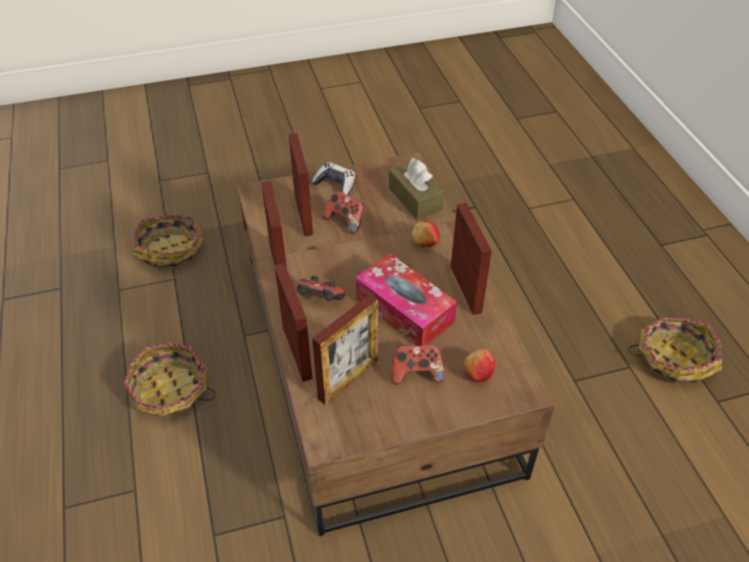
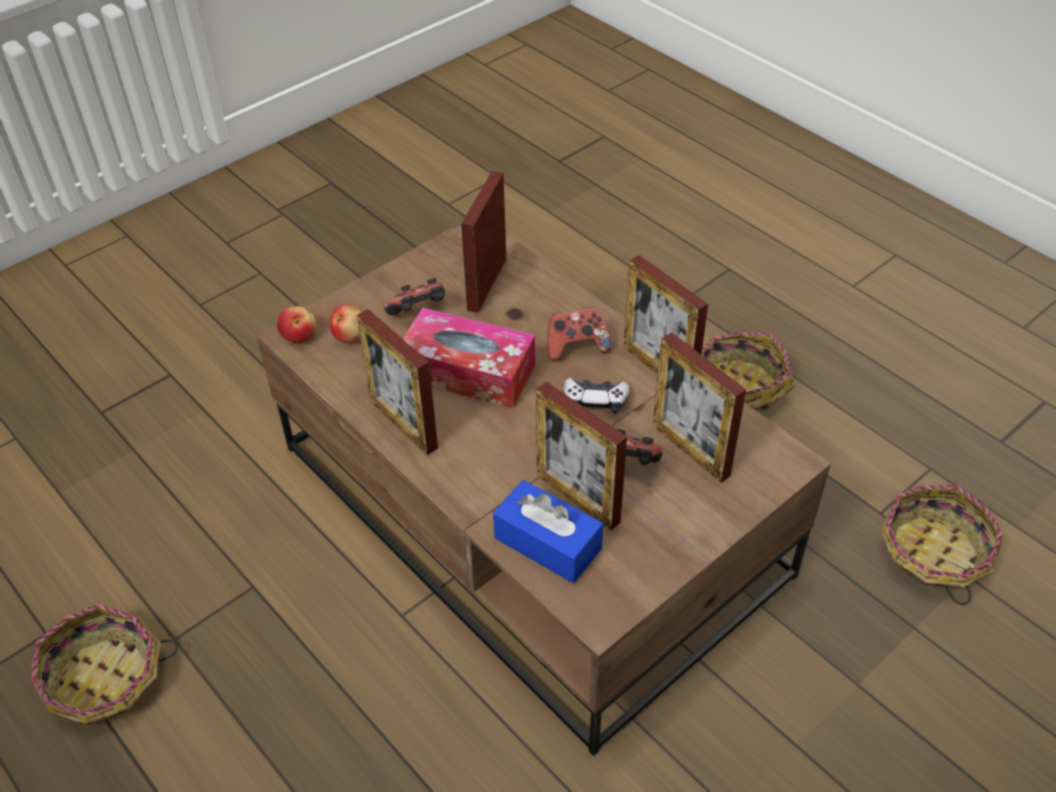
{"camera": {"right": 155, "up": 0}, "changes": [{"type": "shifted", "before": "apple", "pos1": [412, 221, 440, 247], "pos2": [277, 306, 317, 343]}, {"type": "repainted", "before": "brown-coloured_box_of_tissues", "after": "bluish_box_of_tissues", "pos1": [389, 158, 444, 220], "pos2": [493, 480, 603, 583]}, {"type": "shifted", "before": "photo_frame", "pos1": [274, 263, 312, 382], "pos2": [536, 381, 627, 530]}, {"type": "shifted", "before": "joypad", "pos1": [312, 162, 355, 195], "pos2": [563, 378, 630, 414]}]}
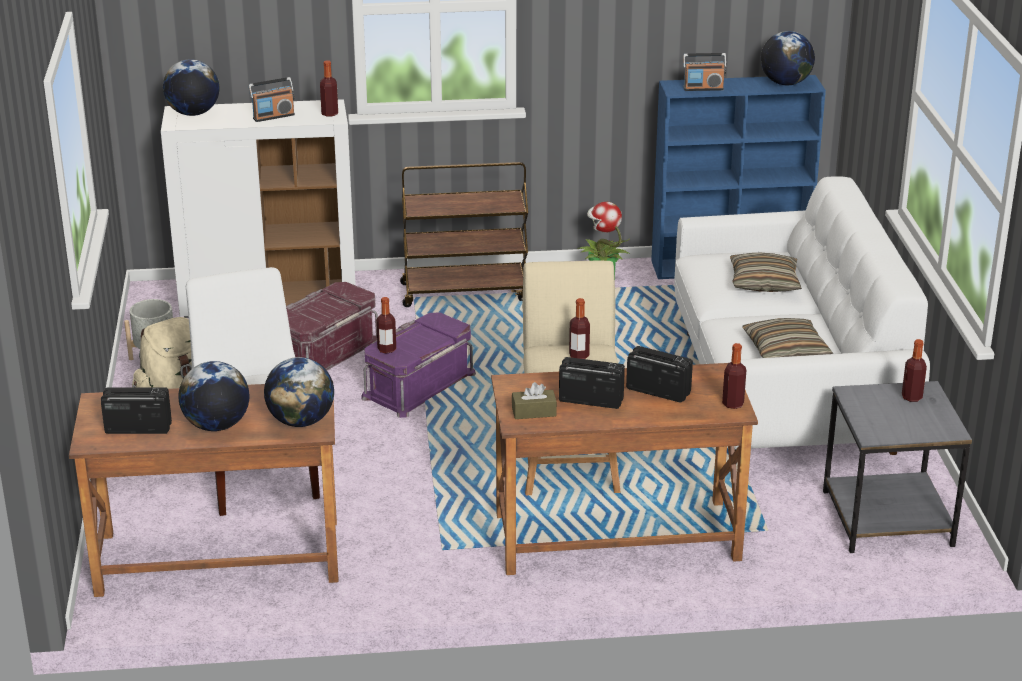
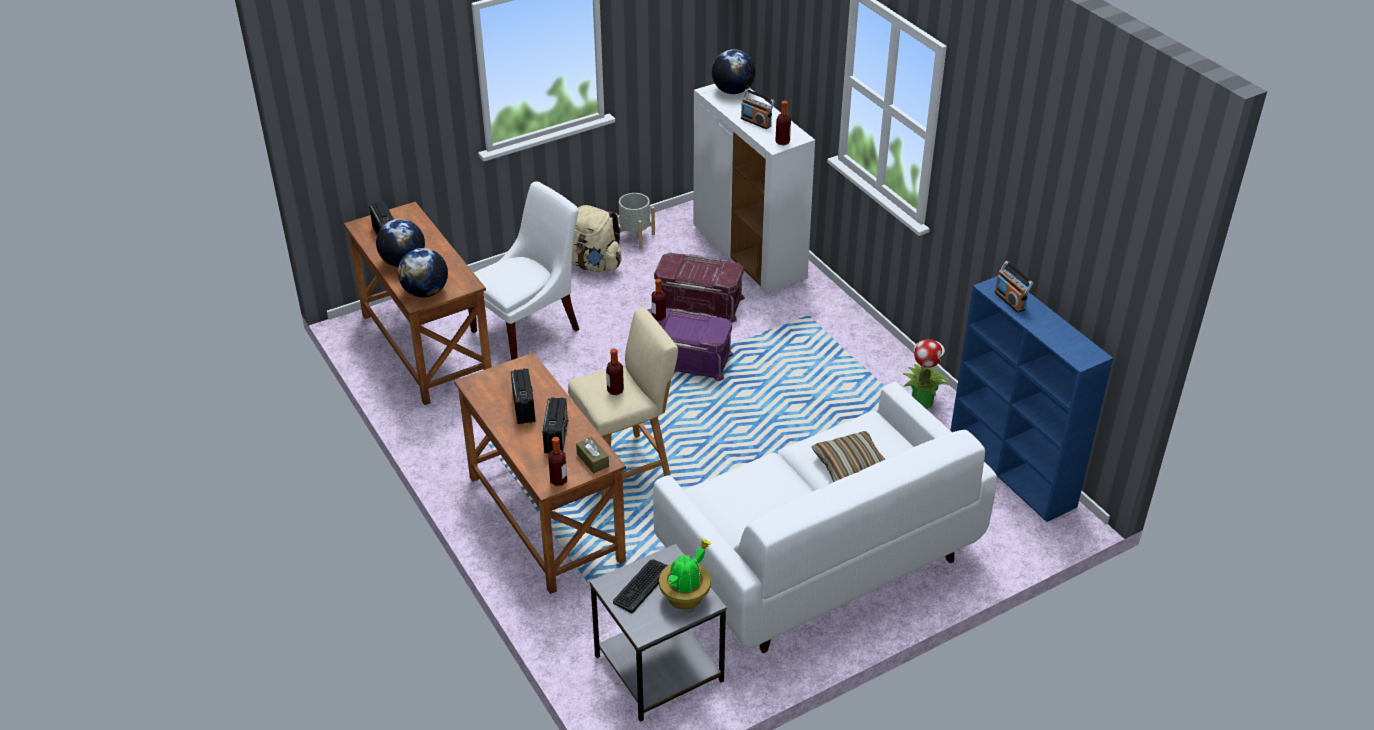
{"camera": {"right": 65, "up": 10}, "changes": [{"type": "shifted", "before": "brown-coloured_box_of_tissues", "pos1": [512, 382, 557, 419], "pos2": [576, 437, 609, 473]}, {"type": "new", "after": "computer_keyboard", "pos2": [613, 560, 668, 613]}, {"type": "swapped", "before": "drink_bottle", "after": "plant_in_a_pot", "pos1": [902, 339, 927, 402], "pos2": [659, 539, 712, 609]}, {"type": "gone", "before": "brown-coloured_trolley", "pos1": [400, 162, 528, 307]}, {"type": "gone", "before": "pillow", "pos1": [742, 318, 833, 358]}, {"type": "gone", "before": "globe", "pos1": [761, 31, 815, 85]}]}
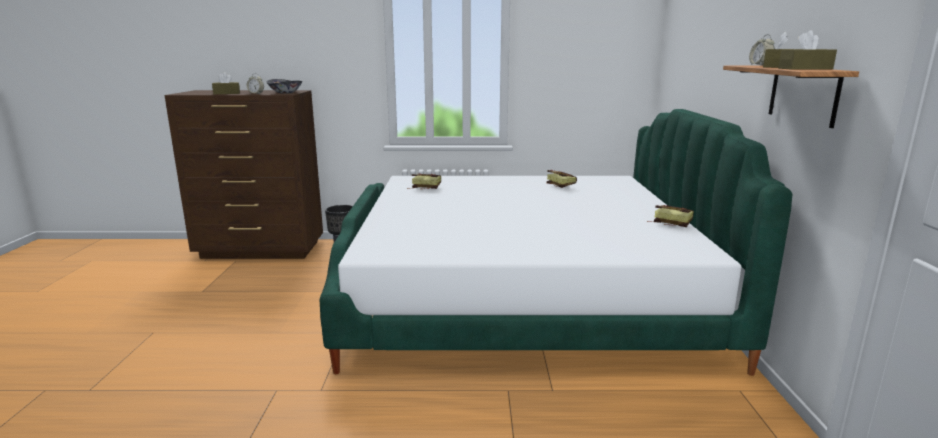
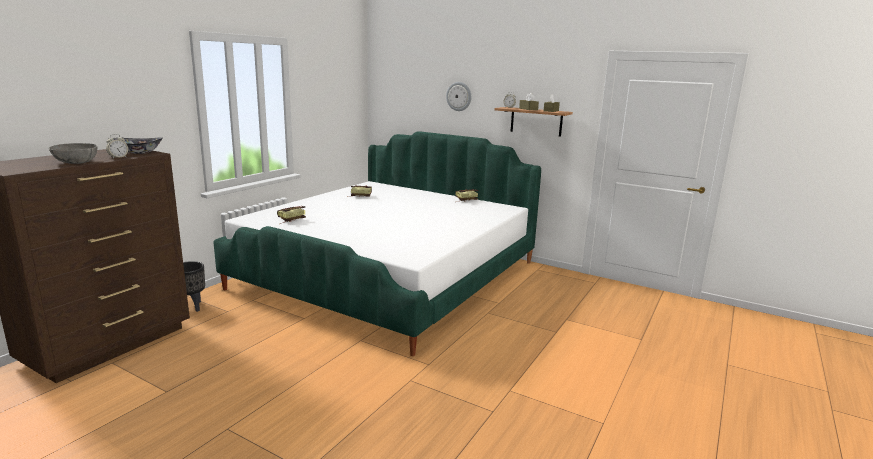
{"camera": {"right": -60, "up": 0}, "changes": [{"type": "swapped", "before": "brown-coloured_box_of_tissues", "after": "gray_serving_bowl", "pos1": [212, 72, 240, 94], "pos2": [49, 143, 98, 164]}, {"type": "new", "after": "wall_clock", "pos2": [446, 82, 471, 111]}]}
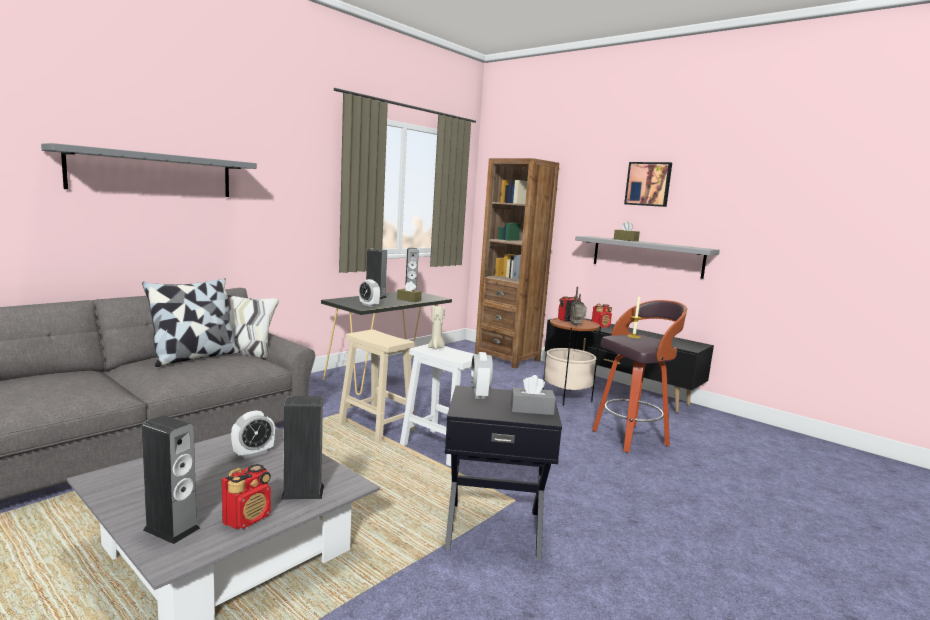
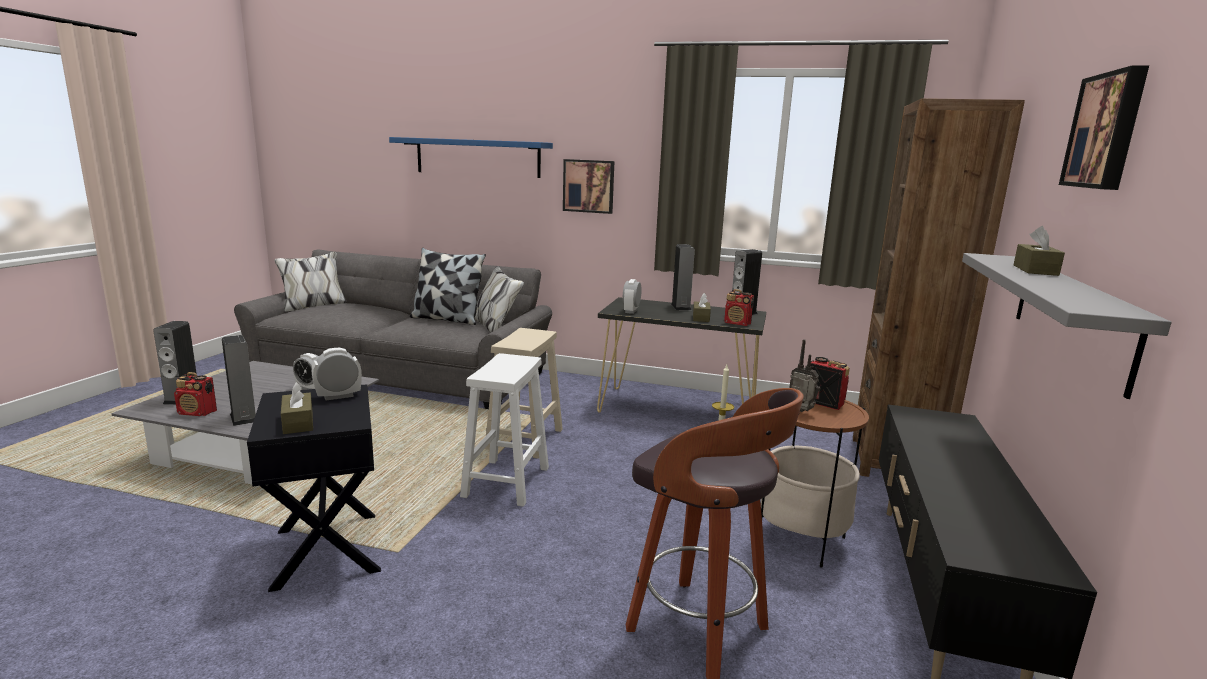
{"camera": {"right": 65, "up": 5}, "changes": [{"type": "repainted", "before": "gray_box_of_tissues", "after": "brown-coloured_box_of_tissues", "pos1": [511, 375, 556, 415], "pos2": [281, 382, 313, 434]}, {"type": "repainted", "before": "gray_shelf", "after": "bluish_shelf", "pos1": [41, 143, 257, 197], "pos2": [389, 137, 553, 178]}, {"type": "new", "after": "wall_art", "pos2": [563, 159, 614, 214]}, {"type": "shifted", "before": "radio", "pos1": [592, 304, 612, 328], "pos2": [724, 289, 754, 326]}, {"type": "gone", "before": "sand-coloured_wax_light", "pos1": [428, 303, 445, 349]}]}
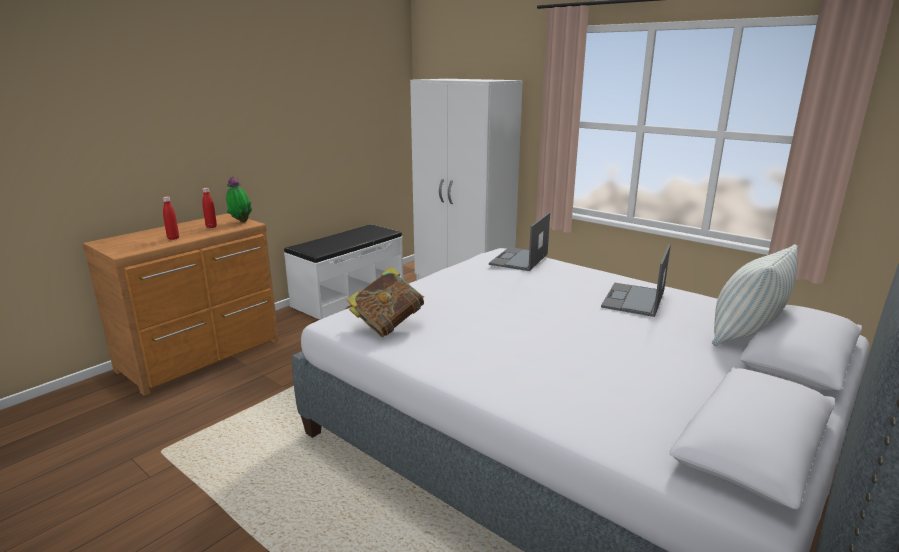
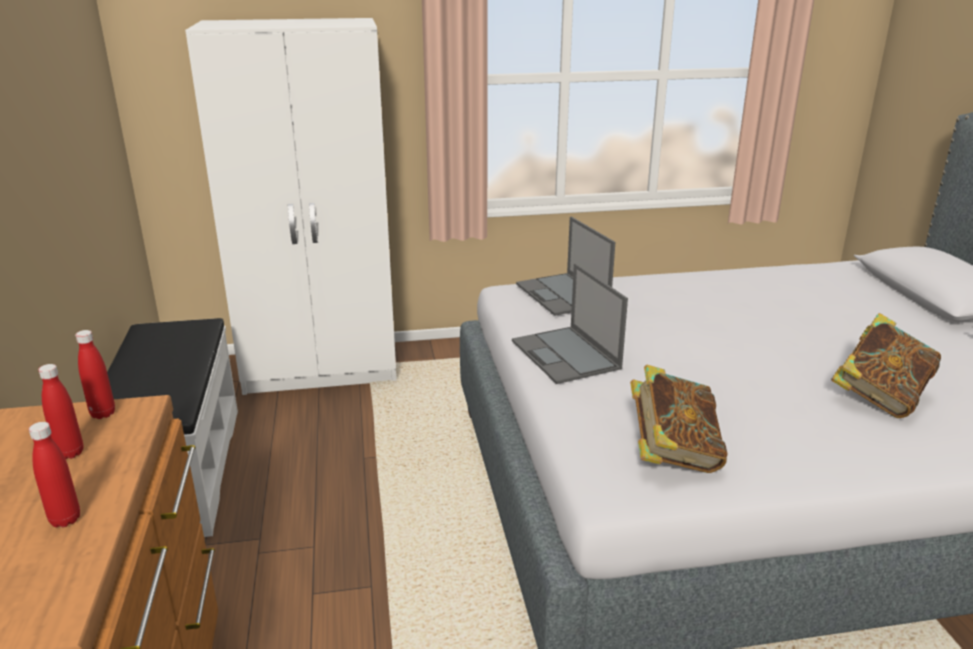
{"camera": {"right": -50, "up": 5}, "changes": [{"type": "swapped", "before": "plant_in_a_pot", "after": "red-coloured_drink_bottle", "pos1": [226, 177, 252, 222], "pos2": [75, 330, 115, 419]}, {"type": "shifted", "before": "notebook_computer", "pos1": [601, 244, 671, 317], "pos2": [512, 263, 628, 384]}, {"type": "new", "after": "book", "pos2": [831, 313, 941, 418]}, {"type": "gone", "before": "pillow", "pos1": [712, 244, 798, 346]}]}
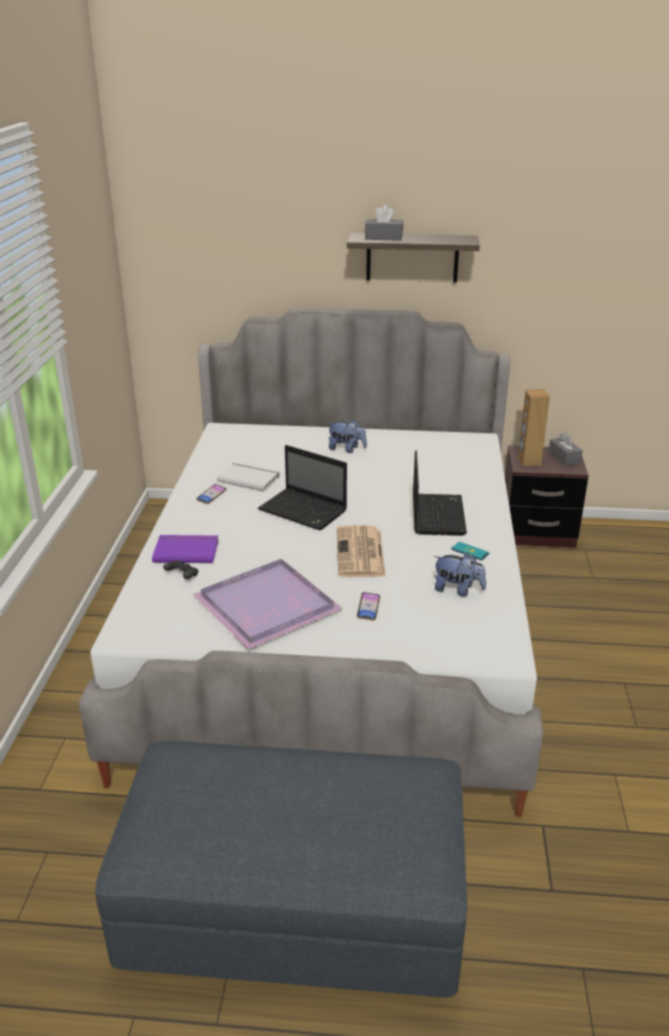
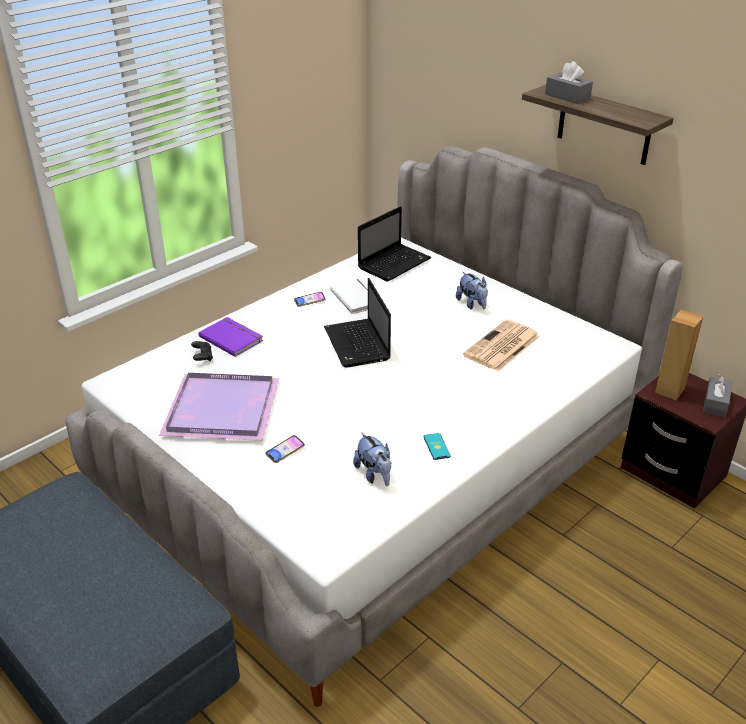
{"camera": {"right": 40, "up": 5}, "changes": [{"type": "shifted", "before": "notebook_computer", "pos1": [413, 450, 467, 536], "pos2": [358, 206, 431, 282]}, {"type": "shifted", "before": "newspaper", "pos1": [337, 525, 386, 577], "pos2": [463, 320, 540, 372]}]}
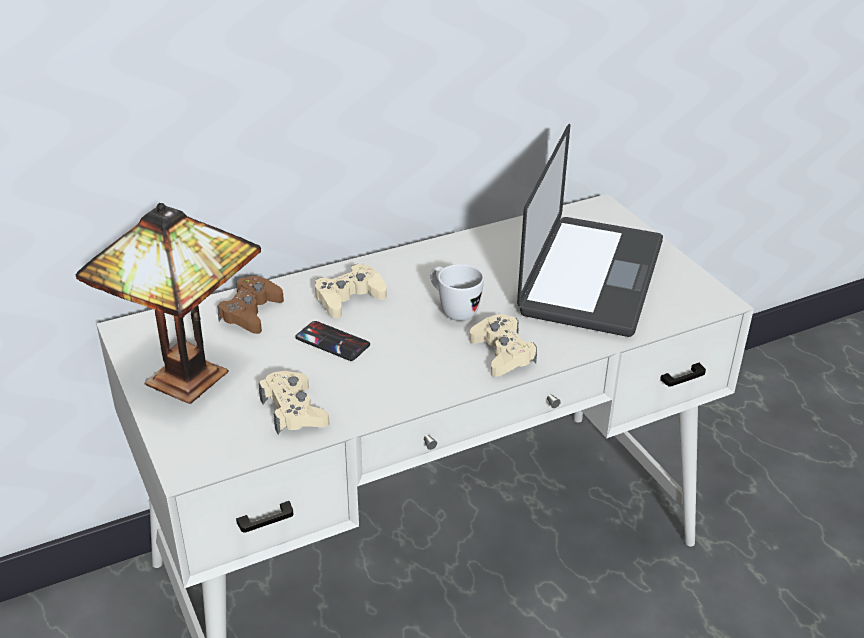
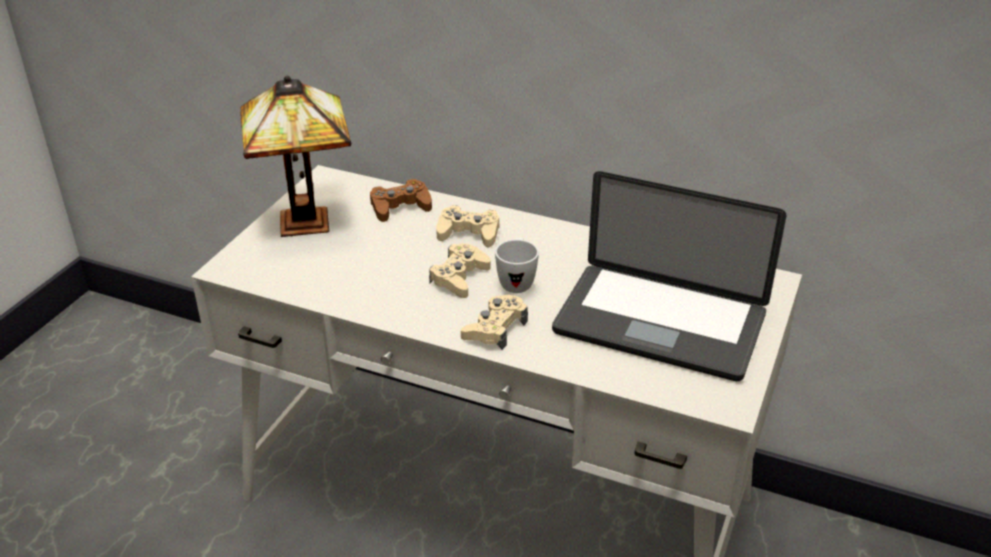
{"camera": {"right": 50, "up": 0}, "changes": [{"type": "shifted", "before": "sand-coloured_joypad", "pos1": [259, 370, 329, 434], "pos2": [429, 243, 490, 298]}, {"type": "rotated", "before": "notebook_computer", "pos1": [517, 124, 663, 337], "pos2": [552, 171, 786, 381], "turn": 45}, {"type": "gone", "before": "phone", "pos1": [295, 321, 370, 361]}]}
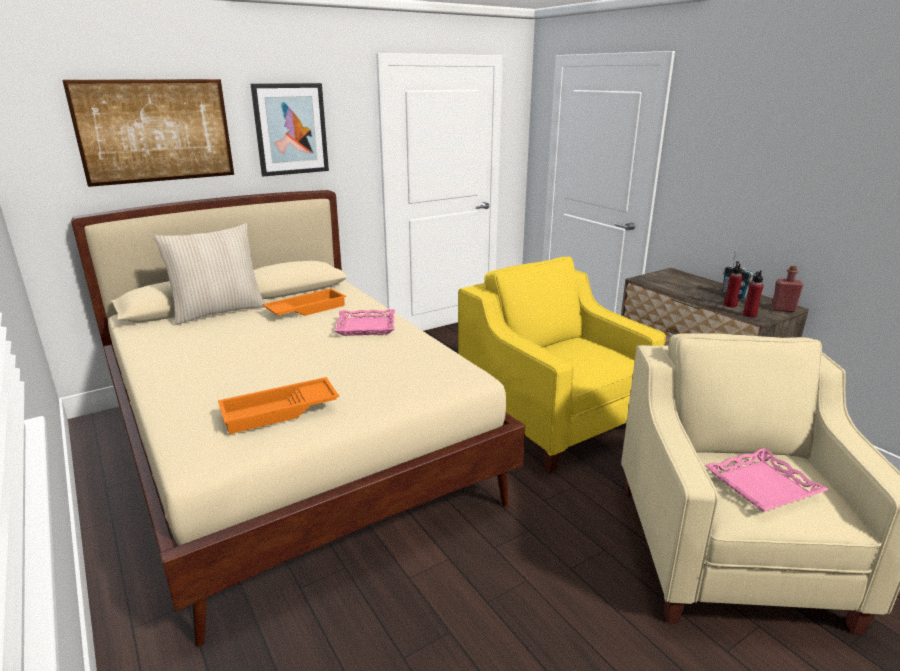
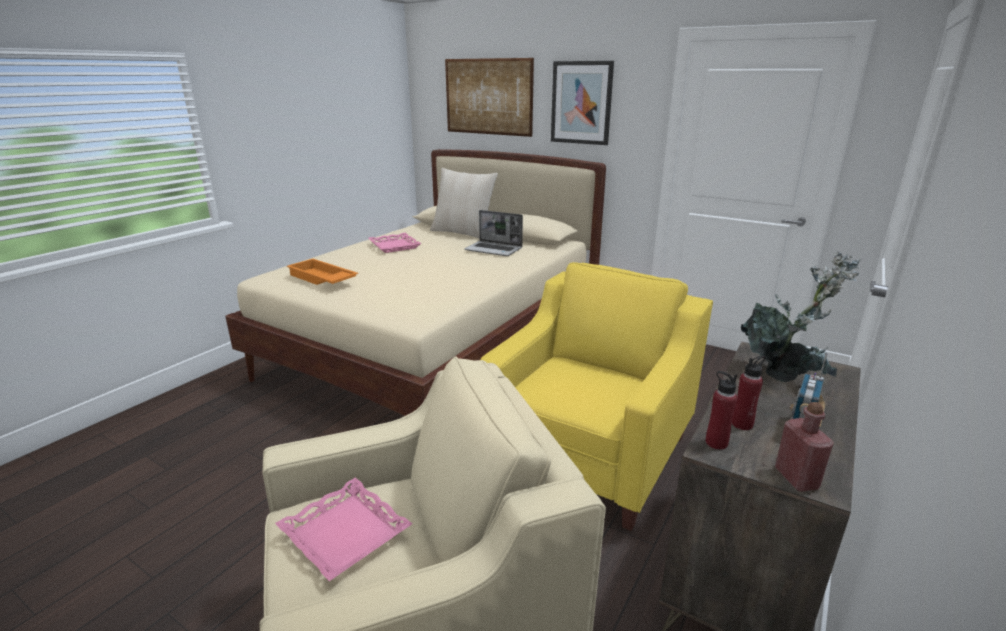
{"camera": {"right": 65, "up": 0}, "changes": [{"type": "shifted", "before": "pink-coloured_tray", "pos1": [334, 309, 395, 336], "pos2": [368, 233, 421, 253]}, {"type": "swapped", "before": "orange-coloured_tray", "after": "notebook_computer", "pos1": [263, 288, 346, 316], "pos2": [464, 210, 523, 256]}, {"type": "new", "after": "plant_in_a_pot", "pos2": [741, 251, 862, 382]}]}
